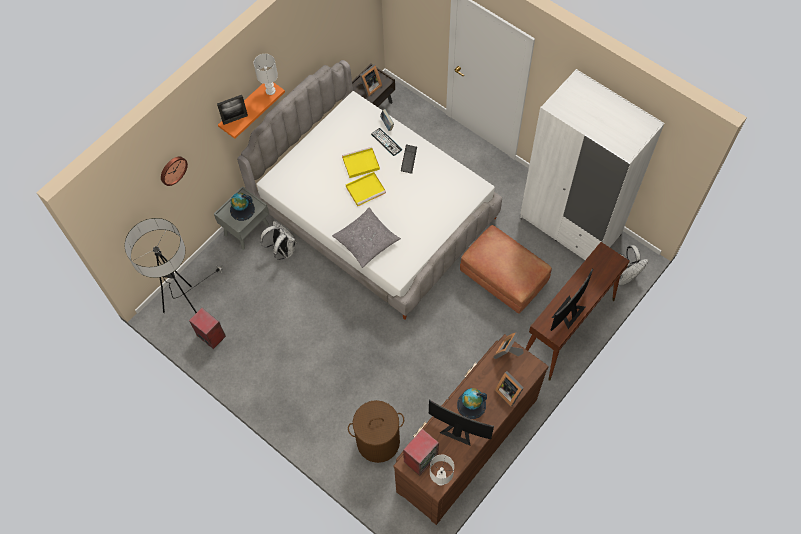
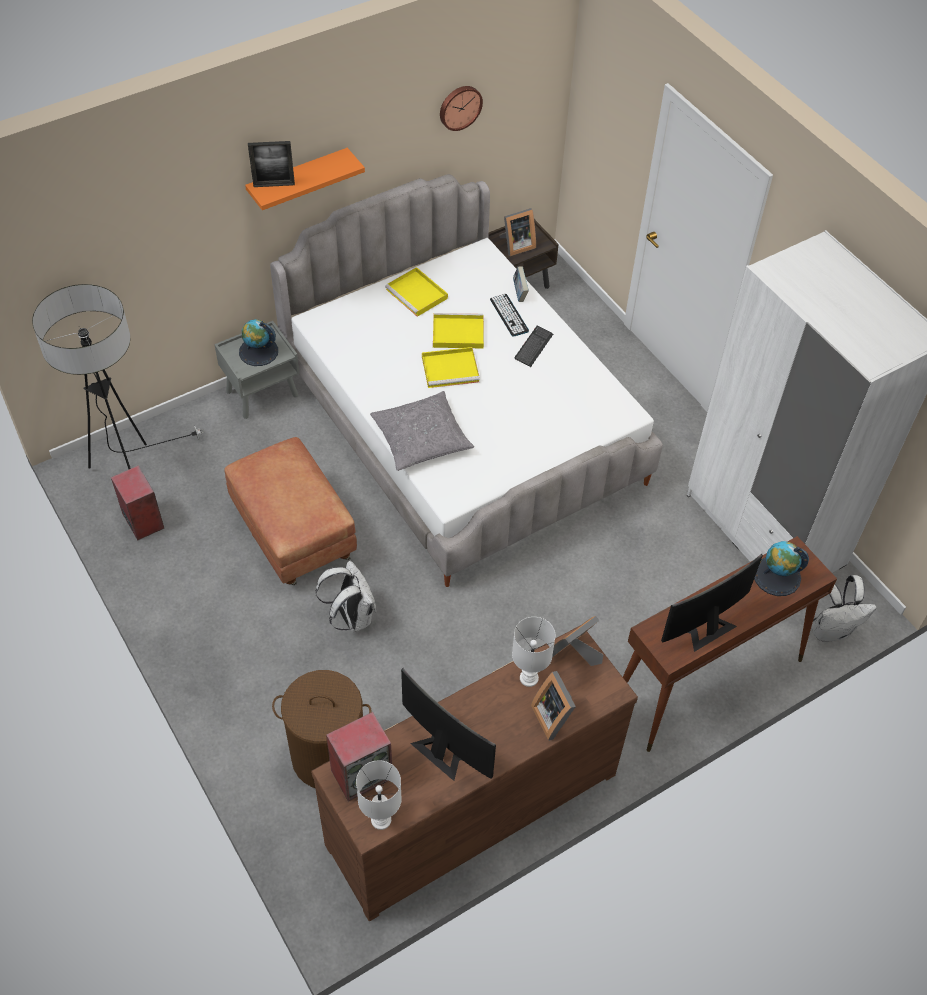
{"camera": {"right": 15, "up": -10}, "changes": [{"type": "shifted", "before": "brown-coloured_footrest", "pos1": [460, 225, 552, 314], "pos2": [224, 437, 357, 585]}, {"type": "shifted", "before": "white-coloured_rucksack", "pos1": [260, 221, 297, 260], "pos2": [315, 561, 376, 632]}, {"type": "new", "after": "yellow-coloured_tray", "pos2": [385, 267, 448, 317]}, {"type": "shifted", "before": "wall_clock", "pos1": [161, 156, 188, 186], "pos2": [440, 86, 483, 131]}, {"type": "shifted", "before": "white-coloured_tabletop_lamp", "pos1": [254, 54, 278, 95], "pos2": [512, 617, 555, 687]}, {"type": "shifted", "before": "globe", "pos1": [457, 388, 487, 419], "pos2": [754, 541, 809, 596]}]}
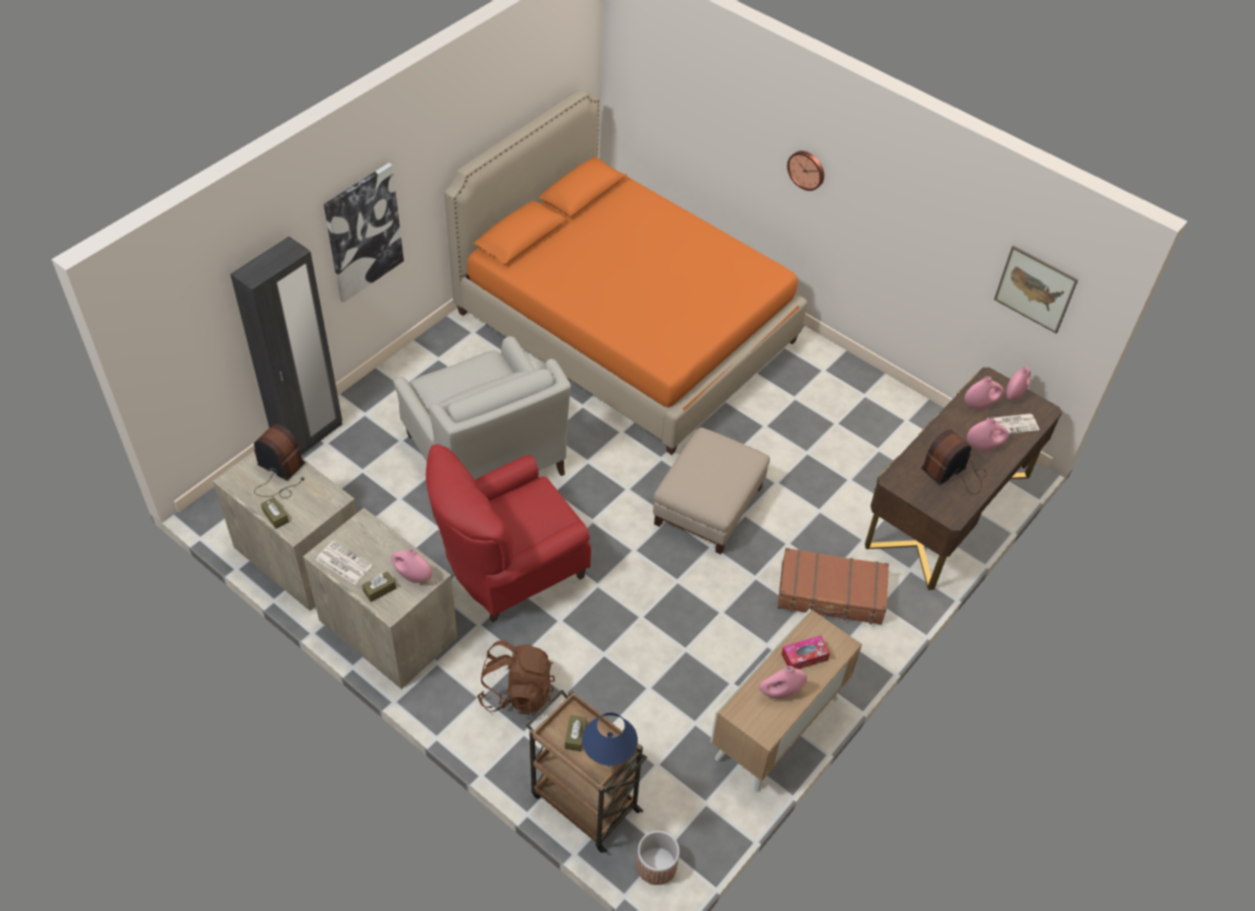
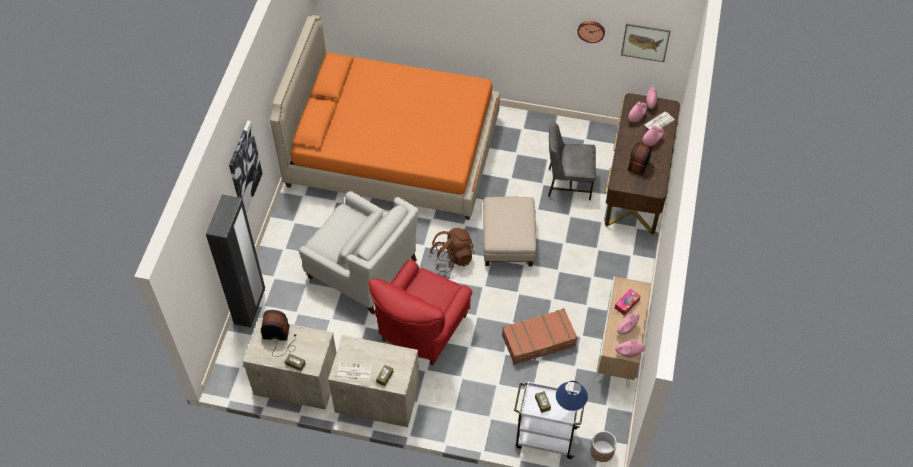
{"camera": {"right": -25, "up": 5}, "changes": [{"type": "shifted", "before": "brown-coloured_rucksack", "pos1": [476, 640, 555, 715], "pos2": [429, 228, 474, 273]}, {"type": "shifted", "before": "brown-coloured_piece_of_luggage", "pos1": [777, 548, 889, 625], "pos2": [502, 308, 578, 365]}, {"type": "repainted", "before": "brown-coloured_trolley", "after": "white-coloured_trolley", "pos1": [526, 690, 647, 853], "pos2": [514, 381, 584, 459]}, {"type": "new", "after": "gray_chair", "pos2": [548, 122, 596, 200]}, {"type": "shifted", "before": "wall_clock", "pos1": [787, 151, 824, 191], "pos2": [577, 21, 605, 43]}, {"type": "shifted", "before": "pink-coloured_decorative_vase", "pos1": [391, 548, 432, 583], "pos2": [615, 339, 645, 358]}]}
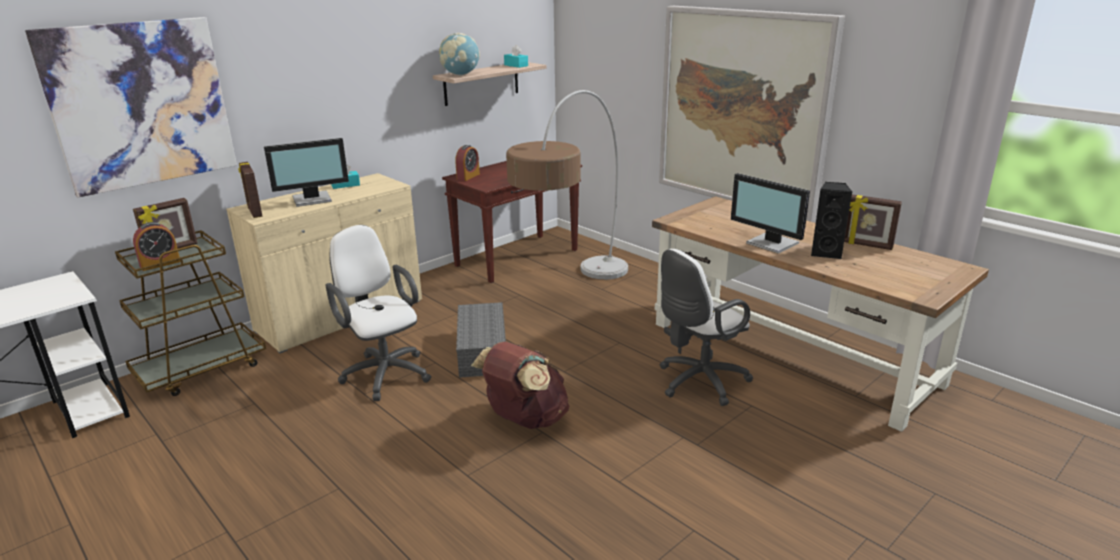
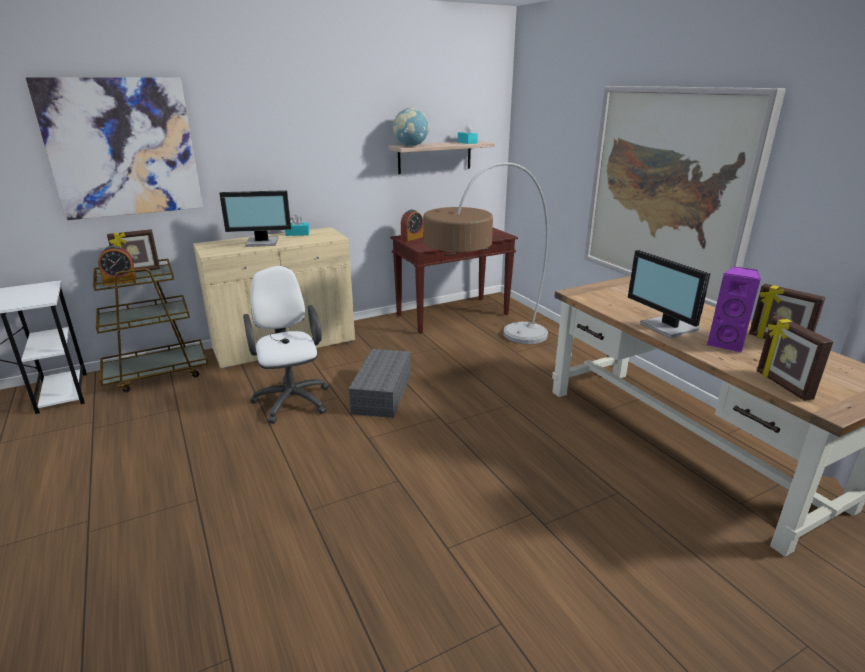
{"camera": {"right": 15, "up": 0}, "changes": [{"type": "repainted", "before": "black-coloured_loudspeaker", "after": "purple-coloured_loudspeaker", "pos1": [811, 182, 852, 259], "pos2": [707, 266, 761, 353]}, {"type": "shifted", "before": "photo_frame", "pos1": [238, 162, 263, 218], "pos2": [757, 316, 833, 401]}, {"type": "gone", "before": "brown-coloured_rucksack", "pos1": [471, 342, 569, 429]}, {"type": "gone", "before": "white-coloured_desk_chair", "pos1": [660, 249, 753, 406]}]}
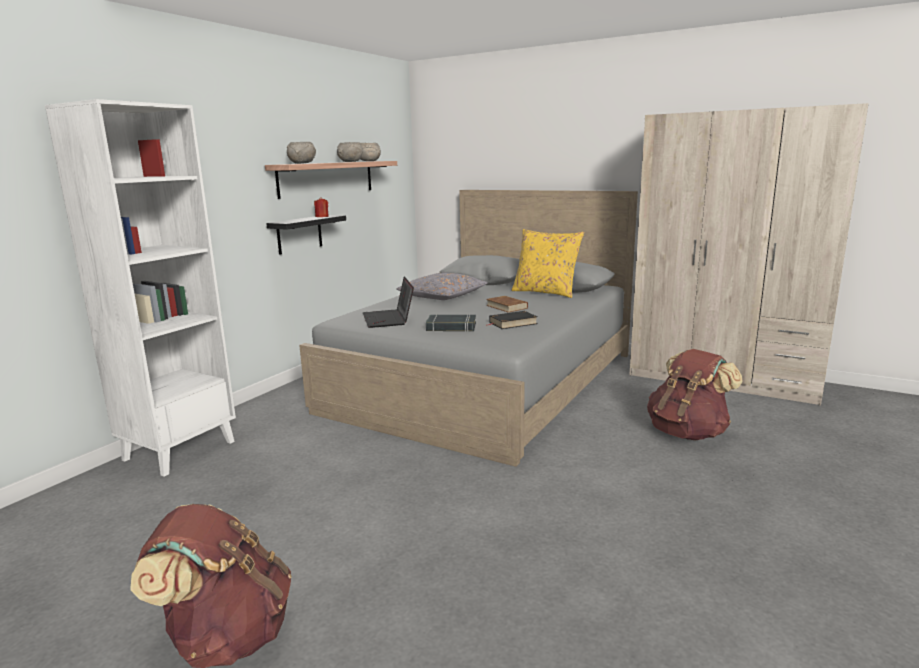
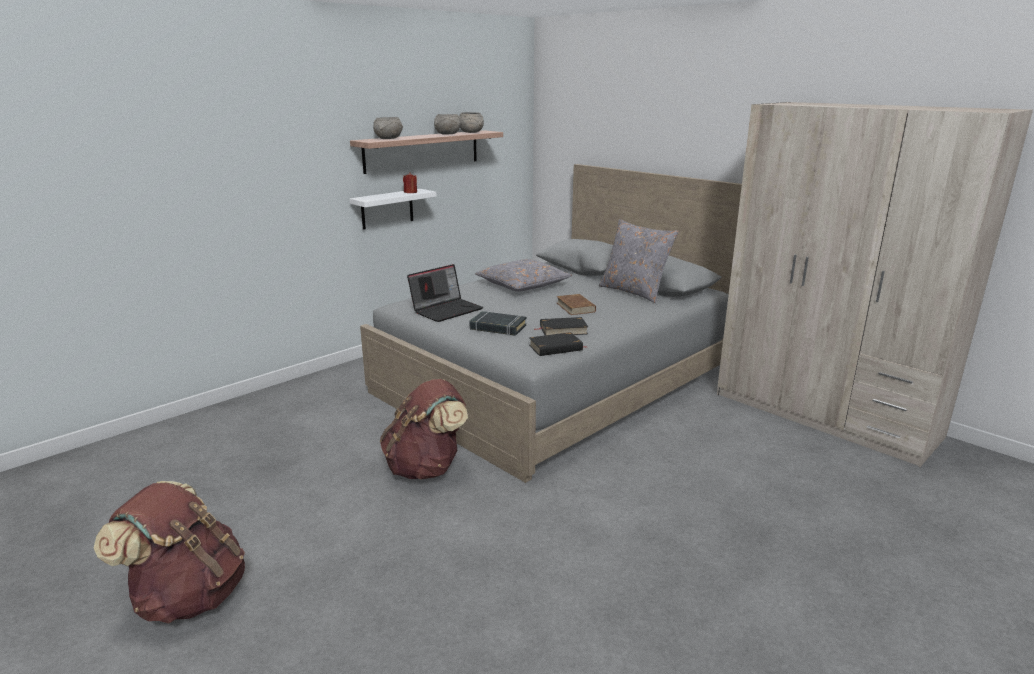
{"camera": {"right": 15, "up": 5}, "changes": [{"type": "repainted", "before": "black-coloured_shelf", "after": "white-coloured_shelf", "pos1": [266, 215, 346, 255], "pos2": [350, 189, 436, 230]}, {"type": "shifted", "before": "brown-coloured_rucksack", "pos1": [647, 349, 743, 441], "pos2": [380, 379, 468, 479]}, {"type": "rotated", "before": "notebook_computer", "pos1": [363, 277, 414, 328], "pos2": [407, 264, 483, 322], "turn": -135}, {"type": "new", "after": "black-coloured_book", "pos2": [529, 332, 587, 356]}, {"type": "repainted", "before": "yellow-coloured_pillow", "after": "gray_pillow", "pos1": [511, 229, 584, 298], "pos2": [599, 219, 679, 303]}, {"type": "gone", "before": "white-coloured_shelving_unit", "pos1": [45, 99, 236, 477]}]}
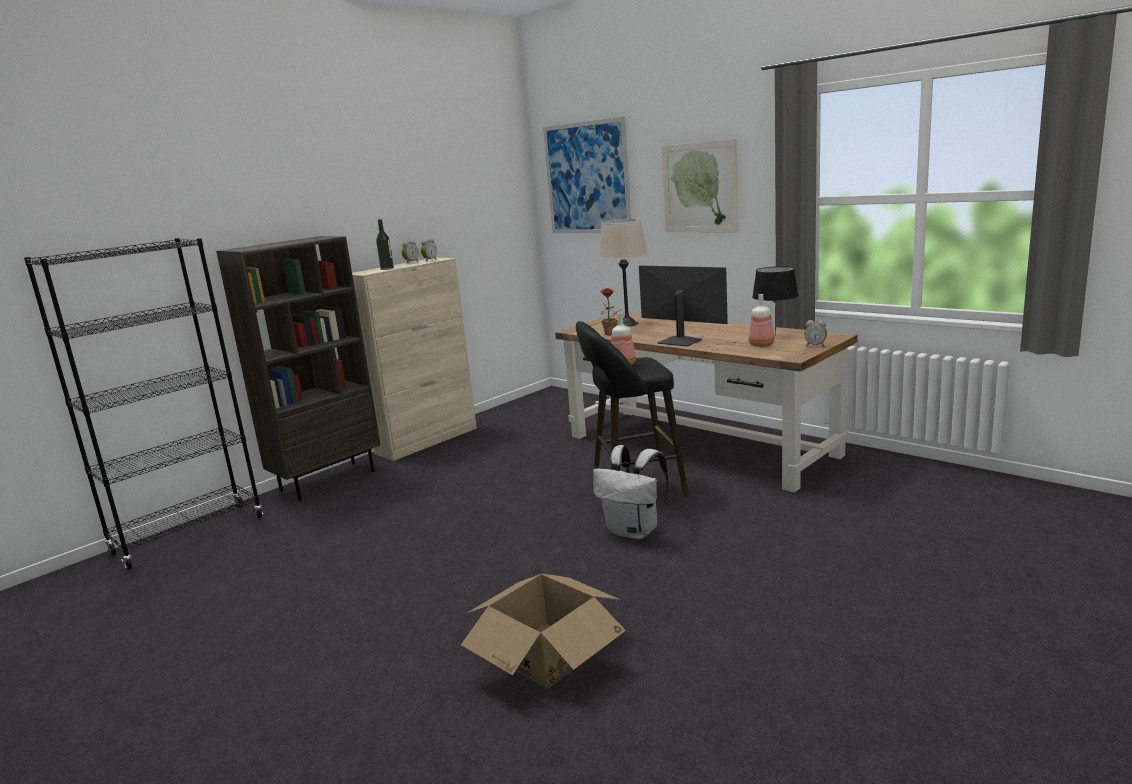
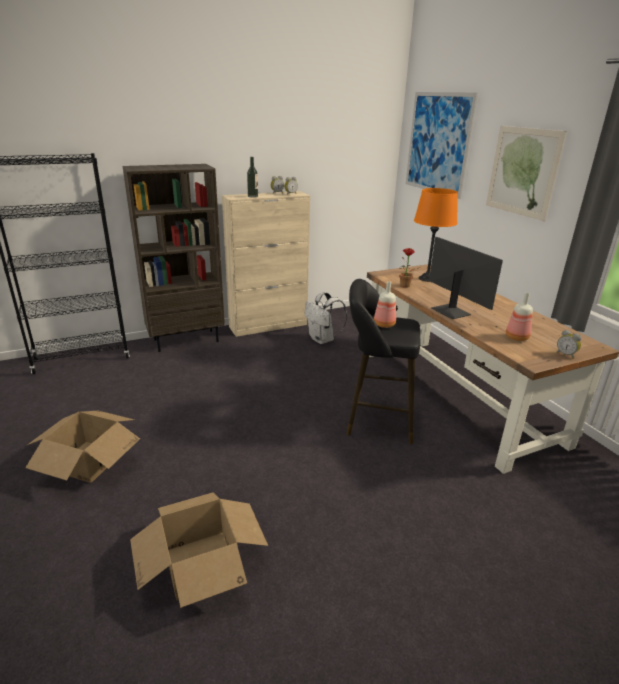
{"camera": {"right": 20, "up": 10}, "changes": [{"type": "new", "after": "carton", "pos2": [26, 411, 140, 483]}, {"type": "shifted", "before": "white-coloured_rucksack", "pos1": [593, 445, 668, 539], "pos2": [305, 292, 347, 344]}, {"type": "repainted", "before": "sand-coloured_tabletop_lamp", "after": "orange-coloured_tabletop_lamp", "pos1": [599, 219, 648, 327], "pos2": [414, 188, 458, 282]}, {"type": "gone", "before": "black-coloured_tabletop_lamp", "pos1": [752, 266, 799, 336]}]}
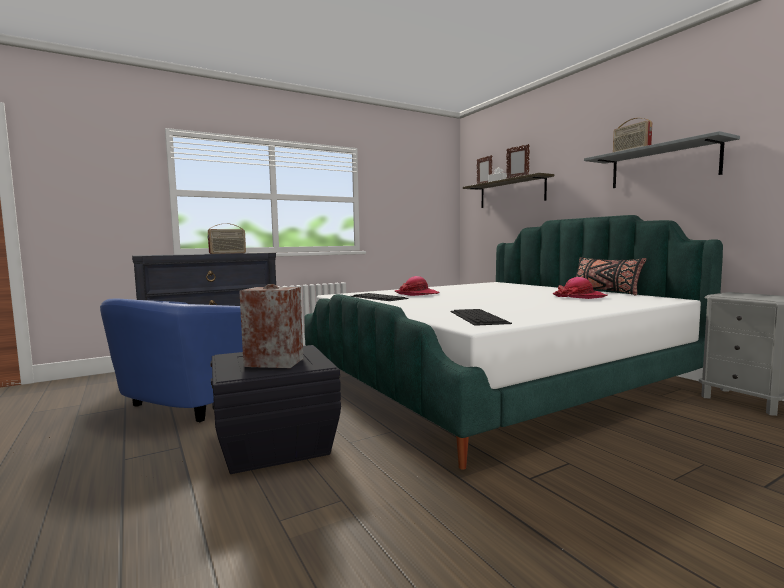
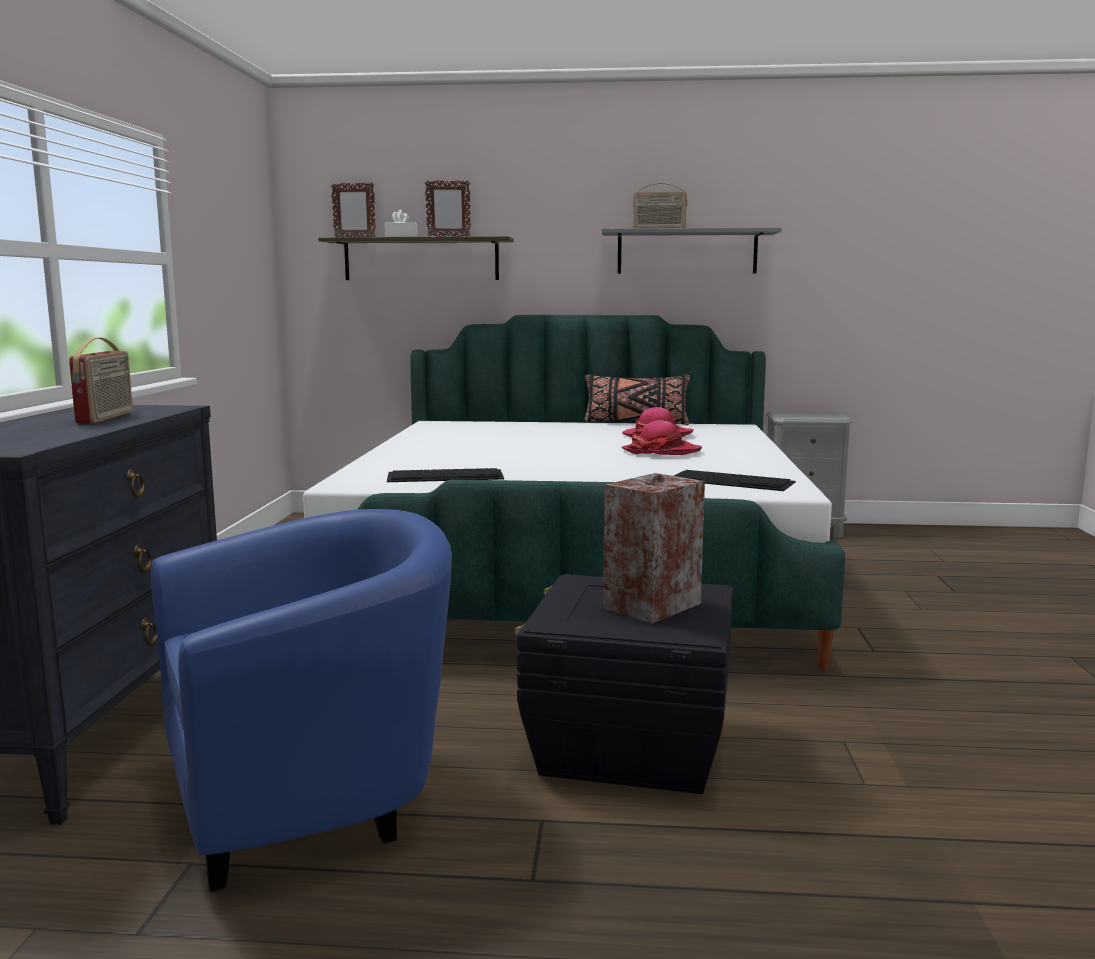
{"camera": {"right": -55, "up": 5}, "changes": [{"type": "rotated", "before": "bluish_lounge_chair", "pos1": [100, 298, 243, 422], "pos2": [150, 509, 452, 892], "turn": -90}, {"type": "shifted", "before": "wearable_hat", "pos1": [394, 276, 440, 296], "pos2": [622, 420, 702, 455]}]}
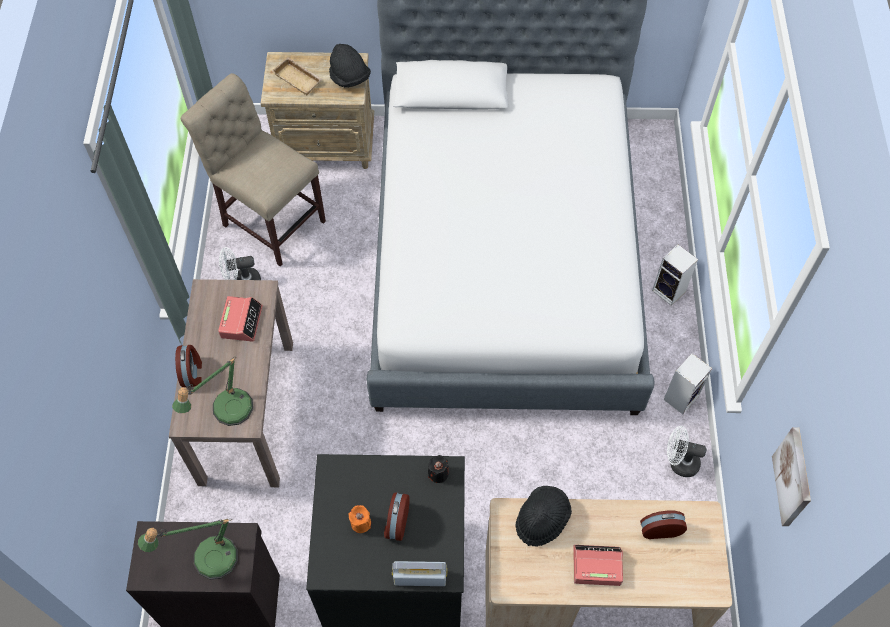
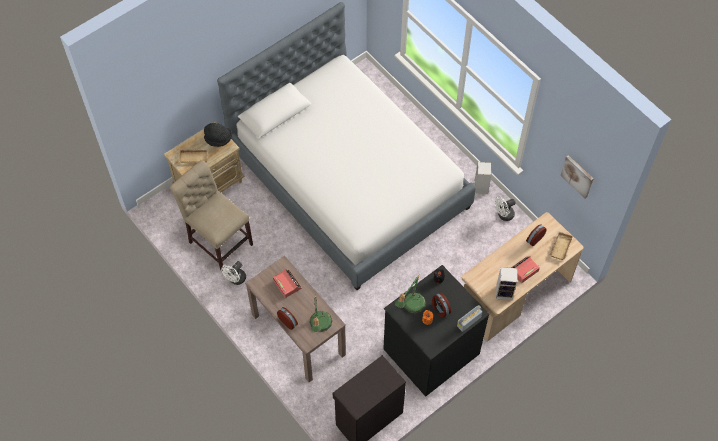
{"camera": {"right": -40, "up": 0}, "changes": [{"type": "rotated", "before": "sand-coloured_chair", "pos1": [181, 73, 326, 267], "pos2": [170, 160, 253, 272], "turn": 45}, {"type": "shifted", "before": "tabletop_lamp", "pos1": [138, 519, 238, 579], "pos2": [395, 276, 426, 314]}, {"type": "shifted", "before": "loudspeaker", "pos1": [652, 244, 698, 306], "pos2": [496, 267, 518, 300]}, {"type": "new", "after": "sand-coloured_tray", "pos2": [550, 231, 573, 260]}, {"type": "gone", "before": "black-coloured_wearable_hat", "pos1": [516, 486, 572, 547]}]}
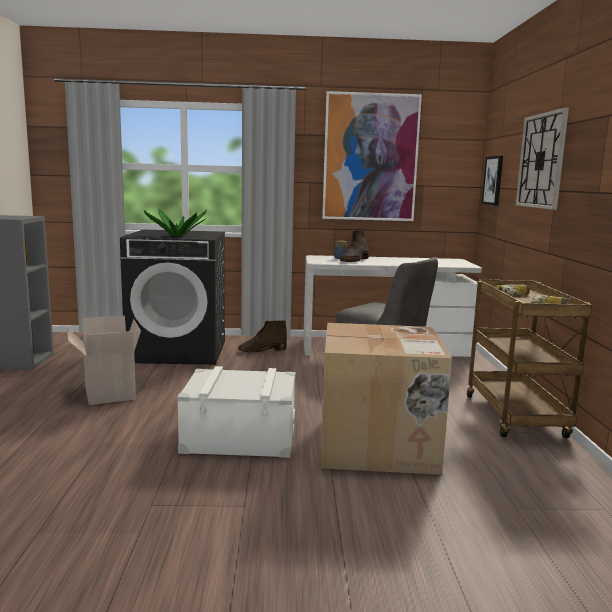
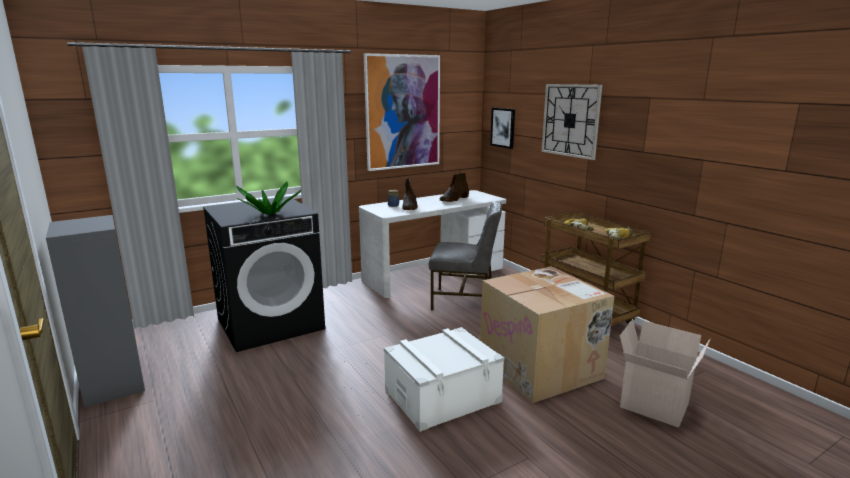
{"camera": {"right": -30, "up": 5}, "changes": [{"type": "shifted", "before": "brown-coloured_boot", "pos1": [238, 321, 287, 353], "pos2": [439, 173, 469, 202]}, {"type": "shifted", "before": "carton", "pos1": [67, 315, 141, 405], "pos2": [620, 319, 710, 428]}]}
